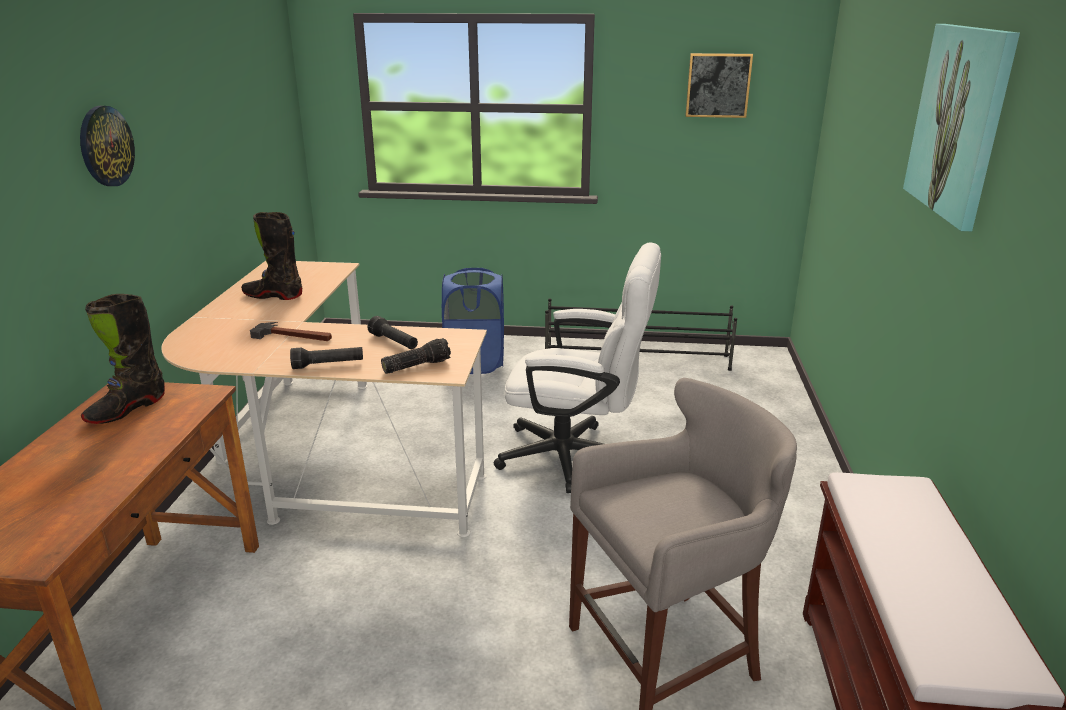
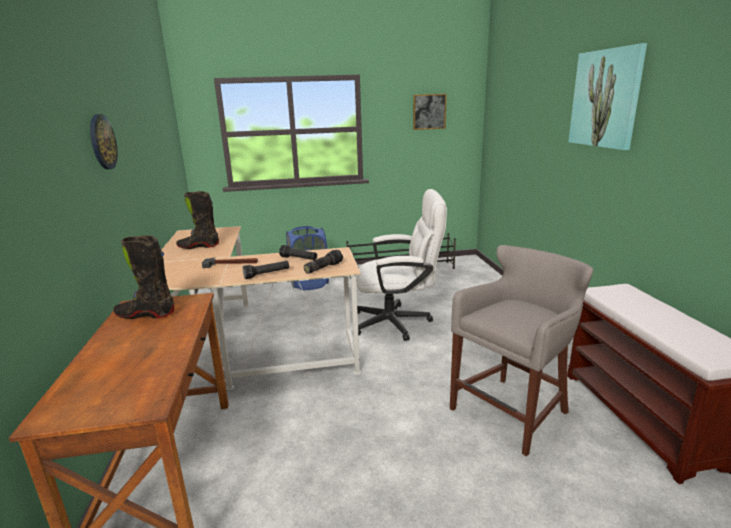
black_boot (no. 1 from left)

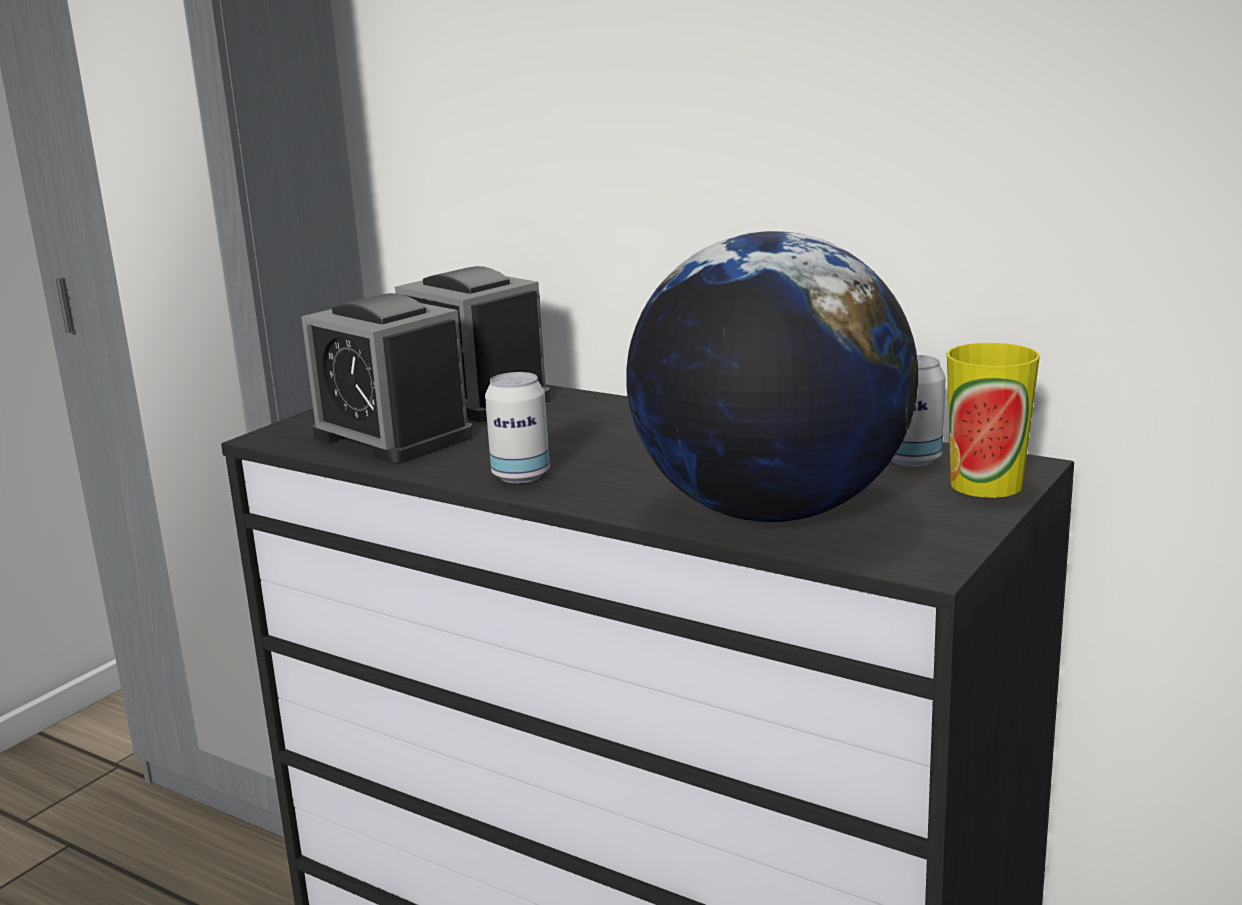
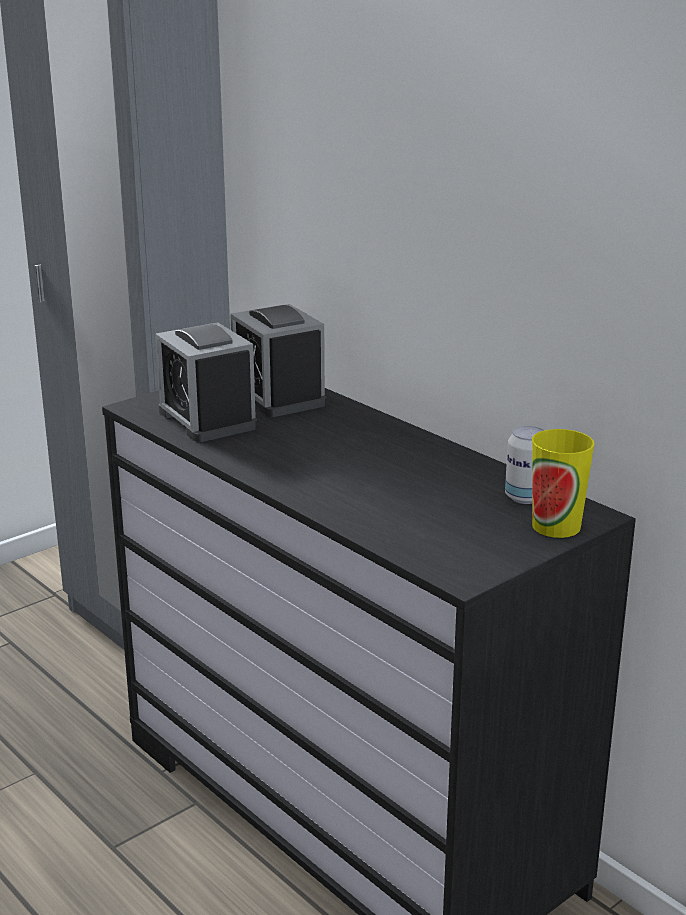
globe; can (no. 1 from left in the first image)

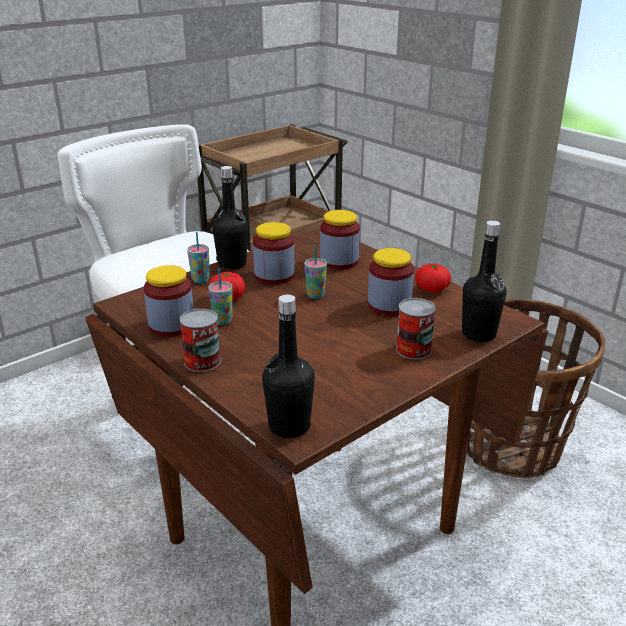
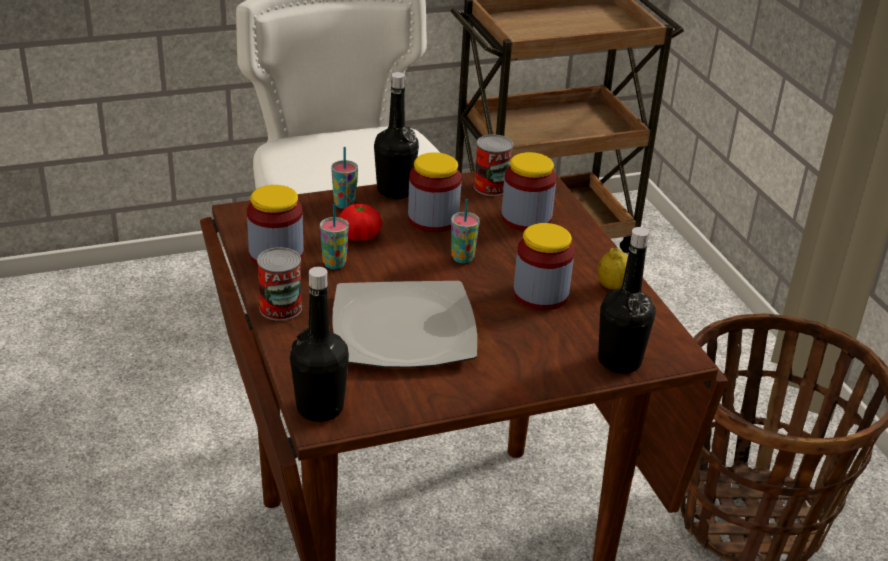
lemon; can (no. 2 from left); plate

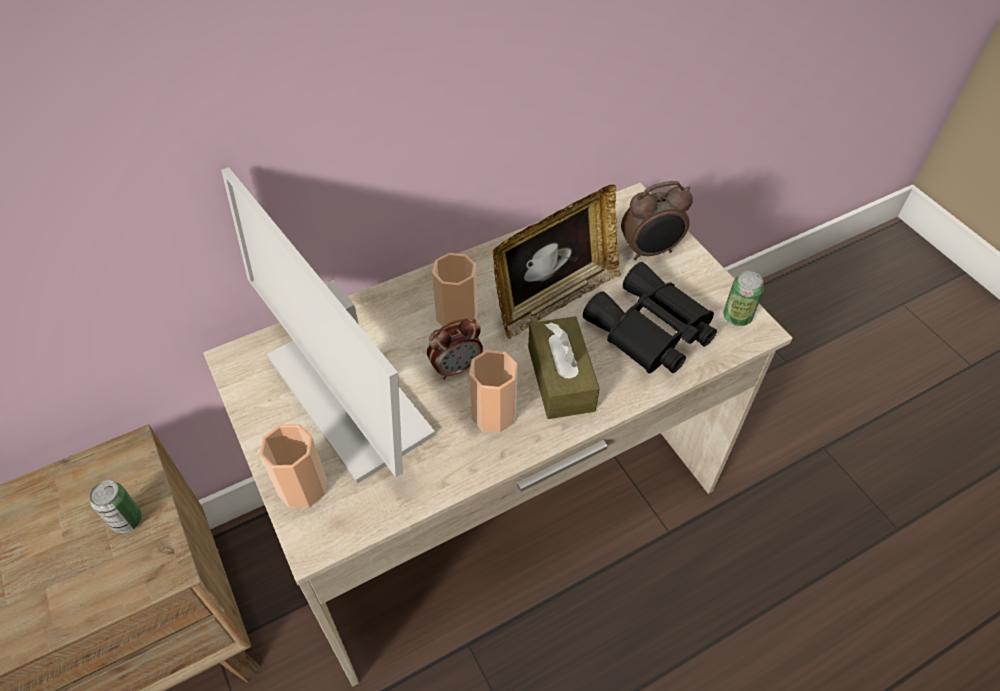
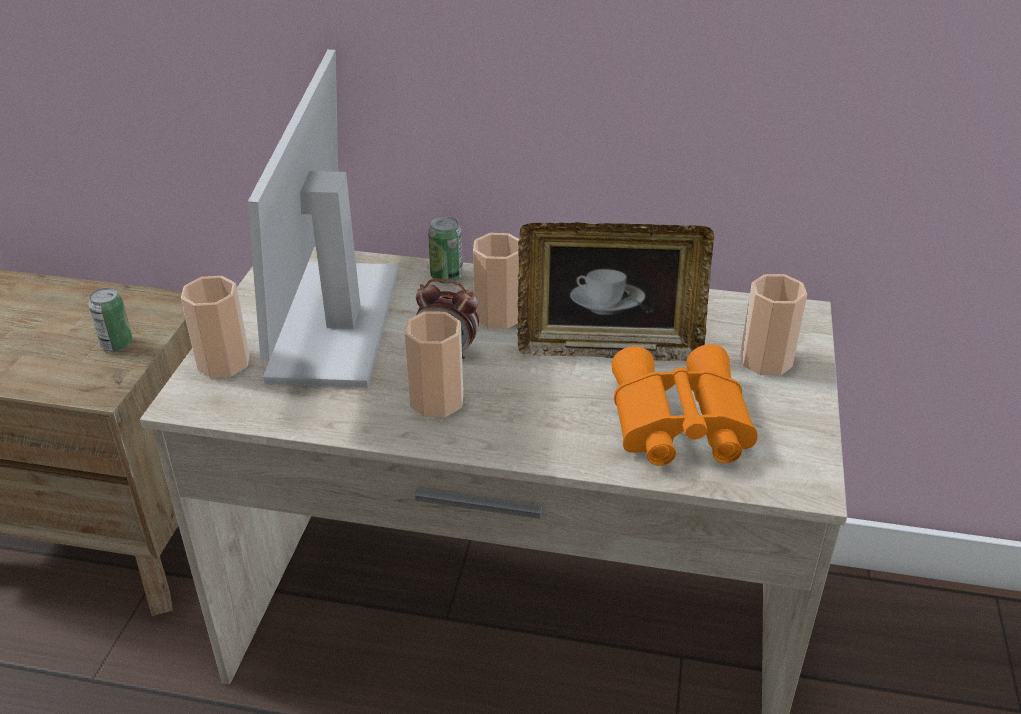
cup (no. 4 from left); orange_binoculars; can (no. 2 from left); brown_tissue_box

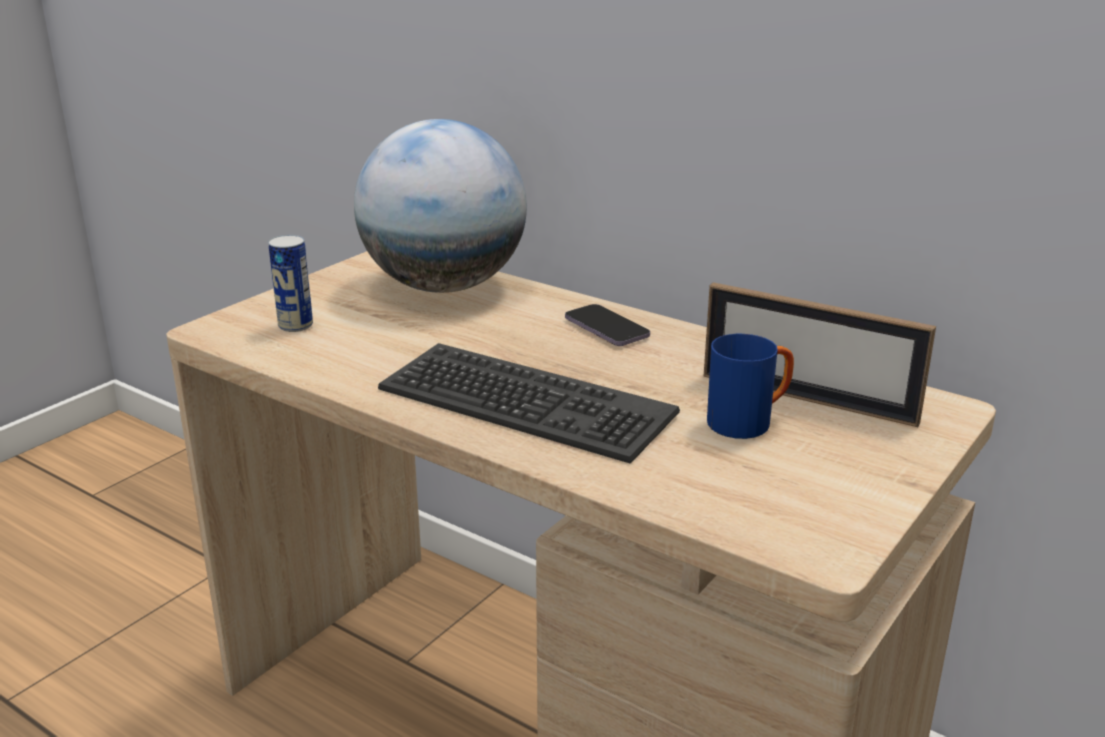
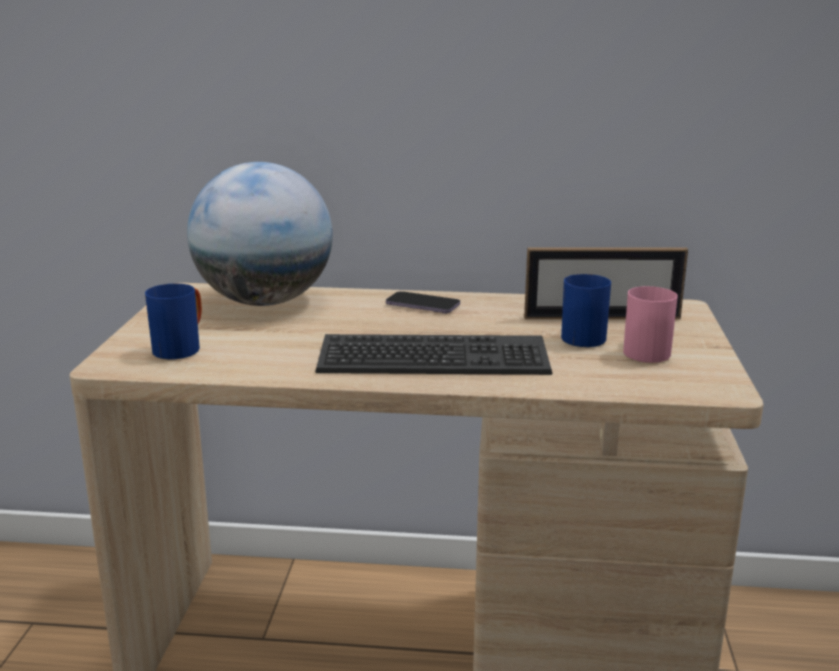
blue_mug (no. 1 from left); pink_mug

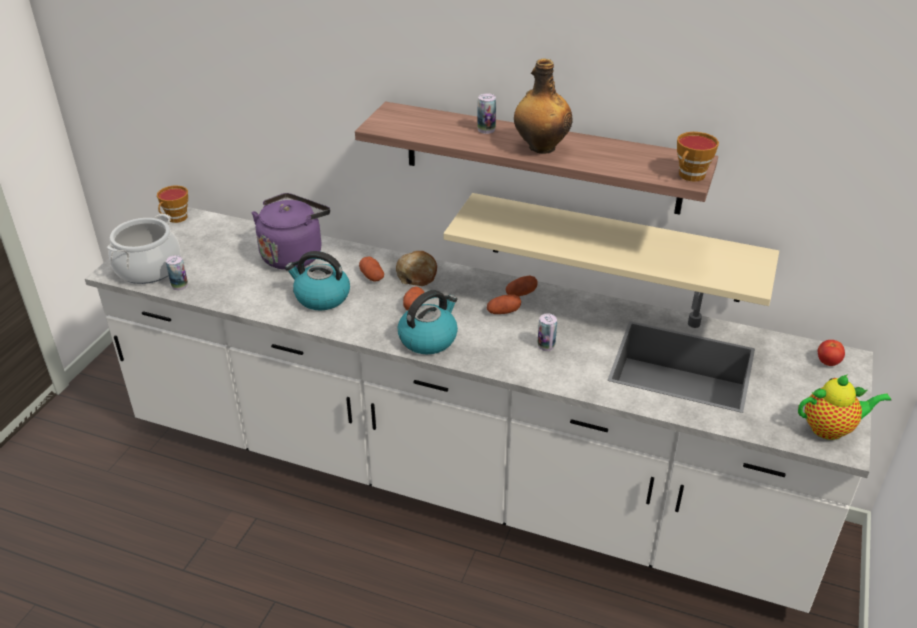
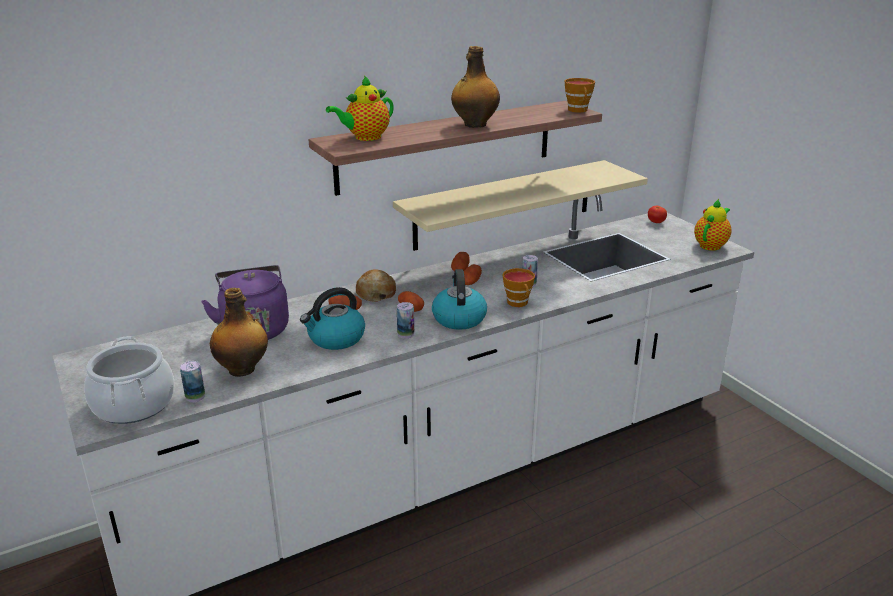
can (no. 2 from left); cup (no. 1 from left); teapot (no. 1 from left); bottle (no. 1 from left)

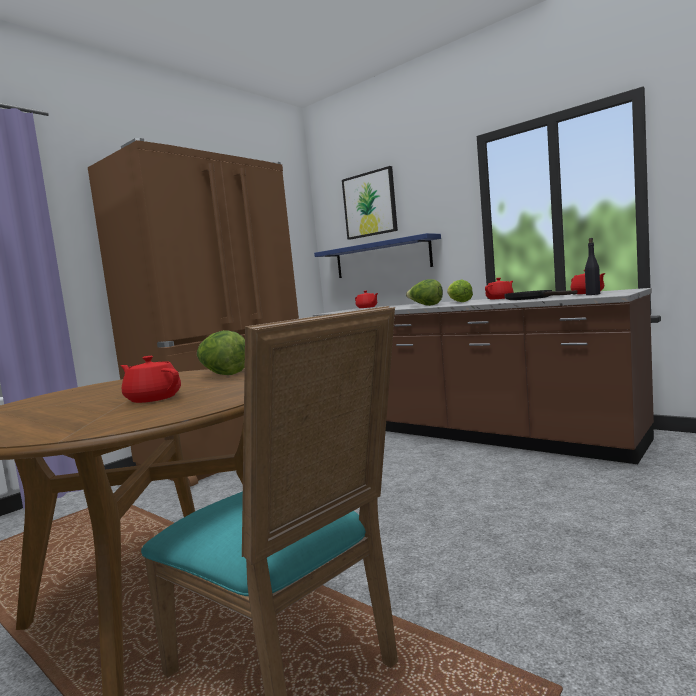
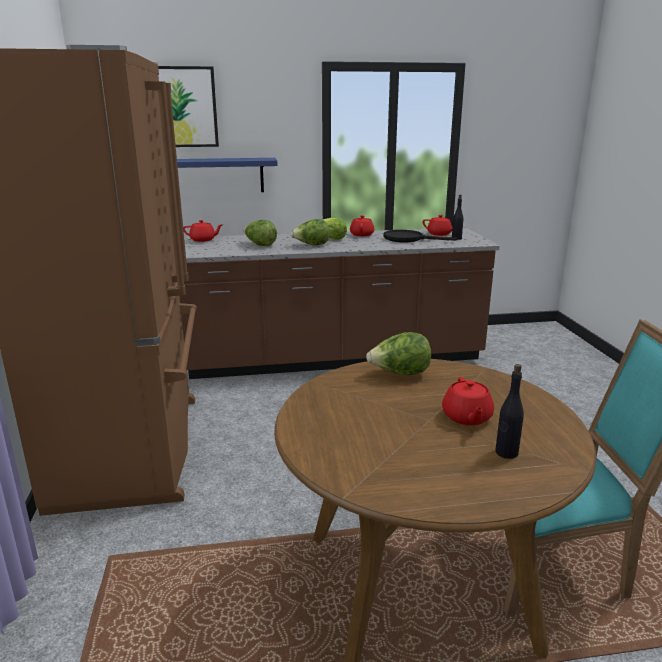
red_teapot (no. 4 from left); lettuce (no. 1 from left); black_bottle (no. 2 from left)

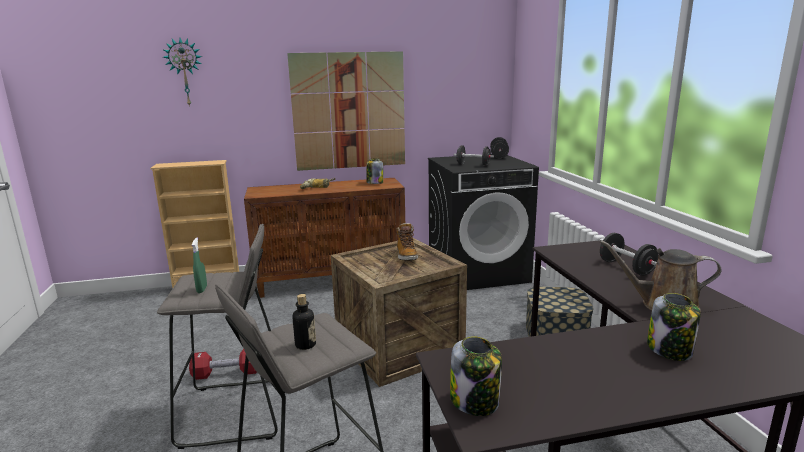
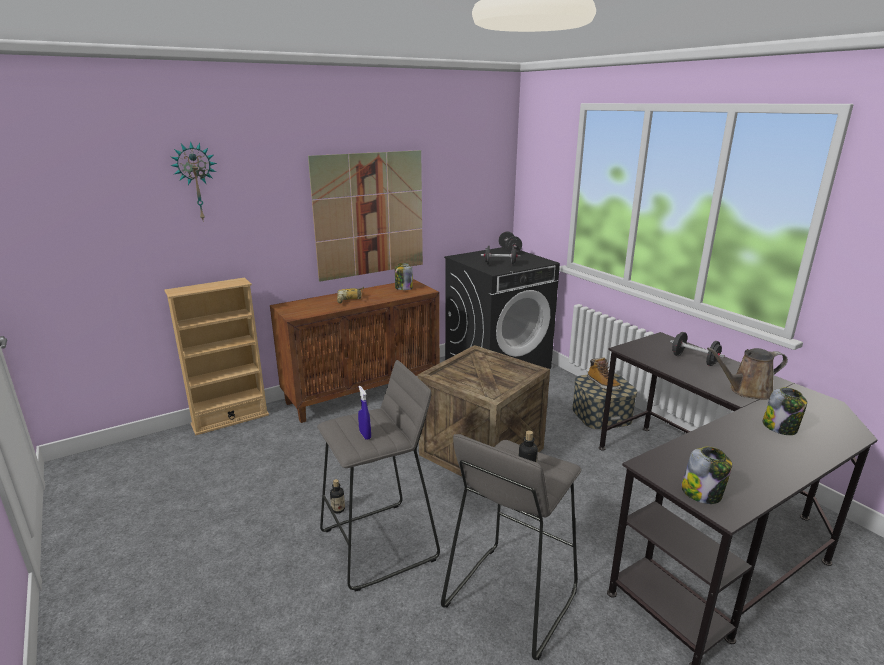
boot; blue_spray_bottle; bottle (no. 1 from left)

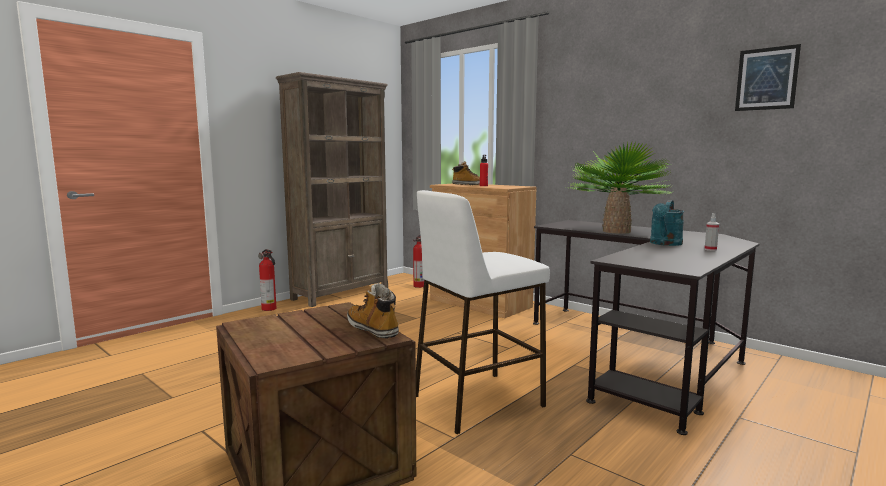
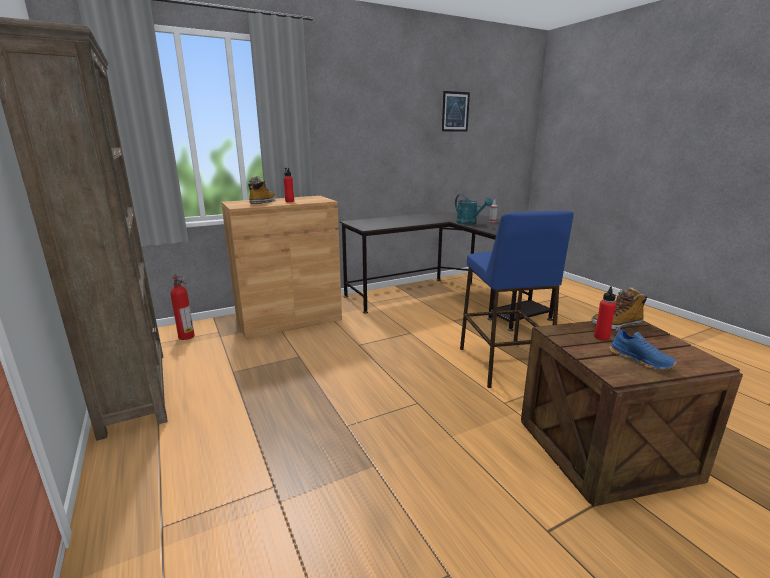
potted_plant; blue_stool; fire_extinguisher (no. 1 from left in the first image); red_bottle (no. 2 from left); blue_shoe

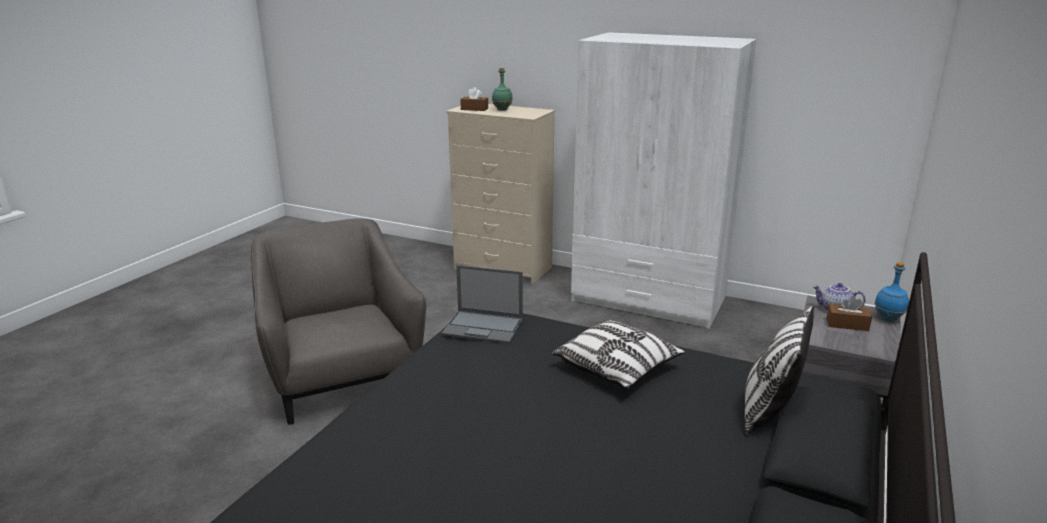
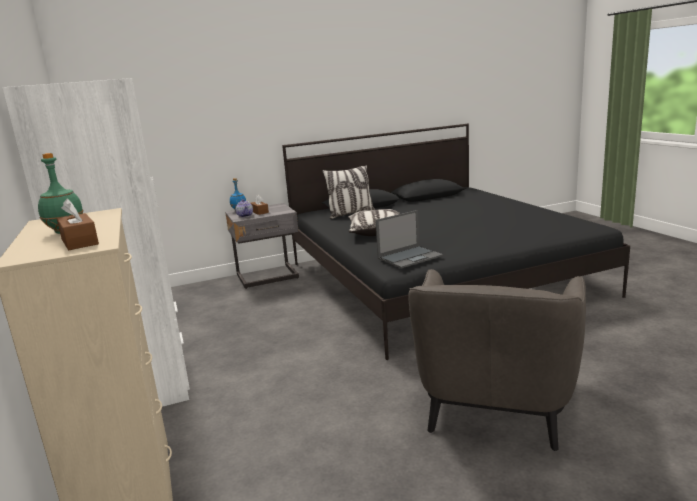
laptop

